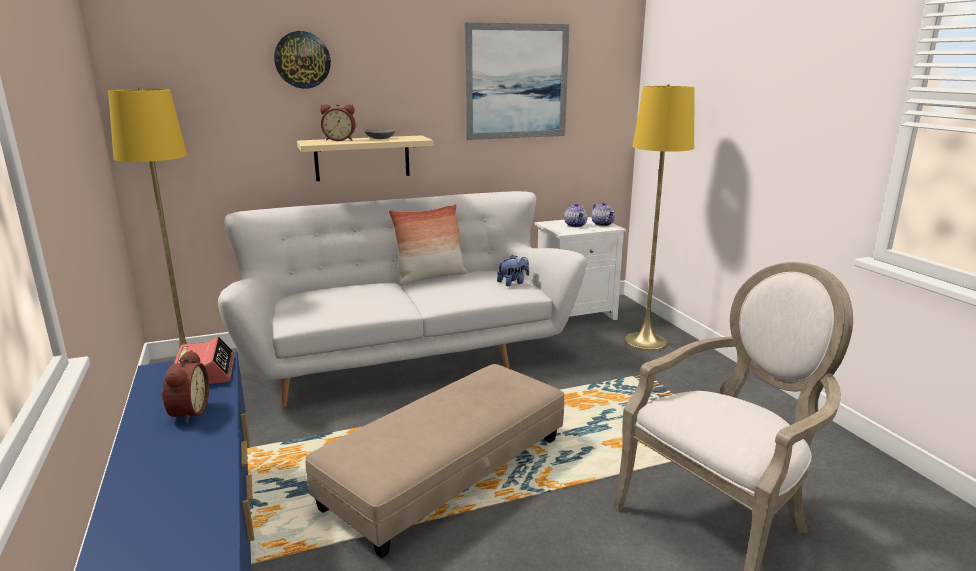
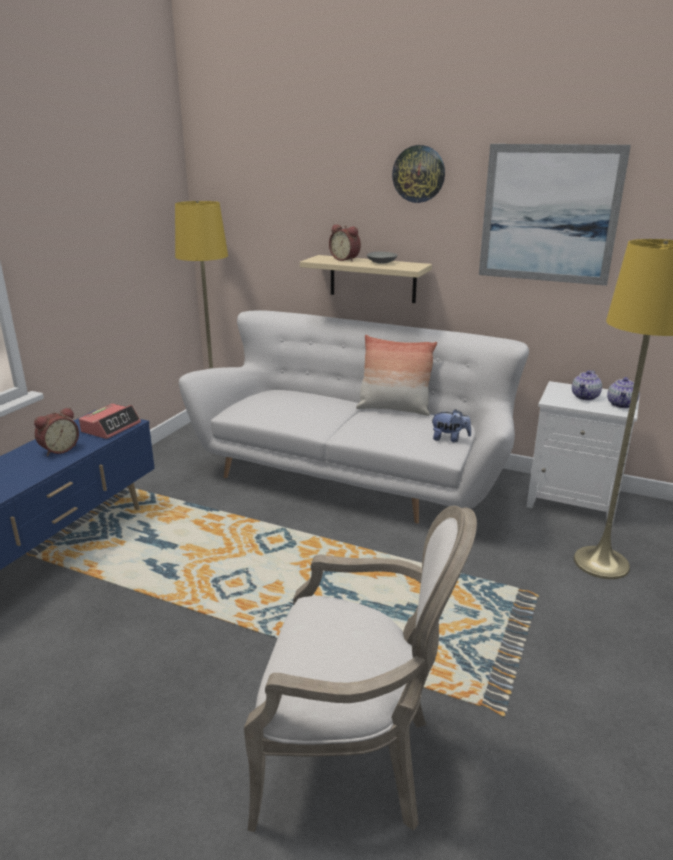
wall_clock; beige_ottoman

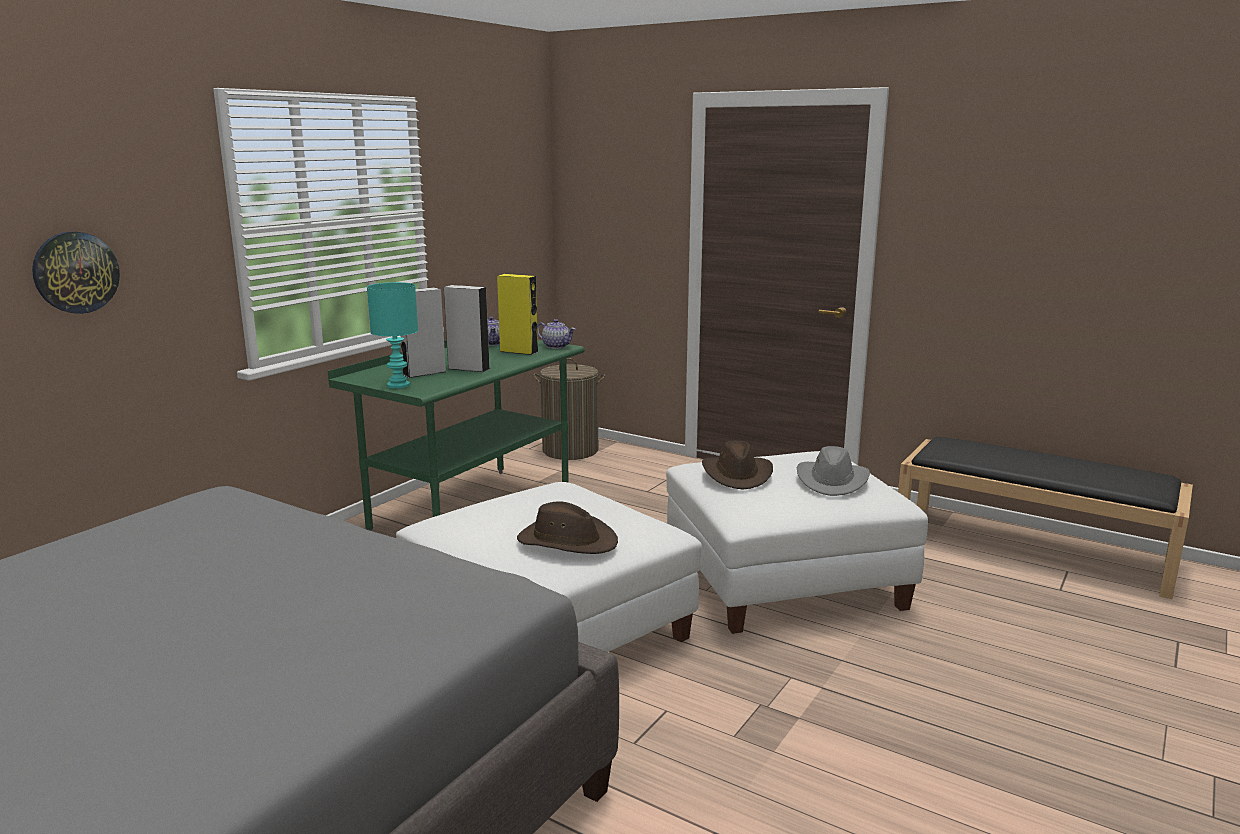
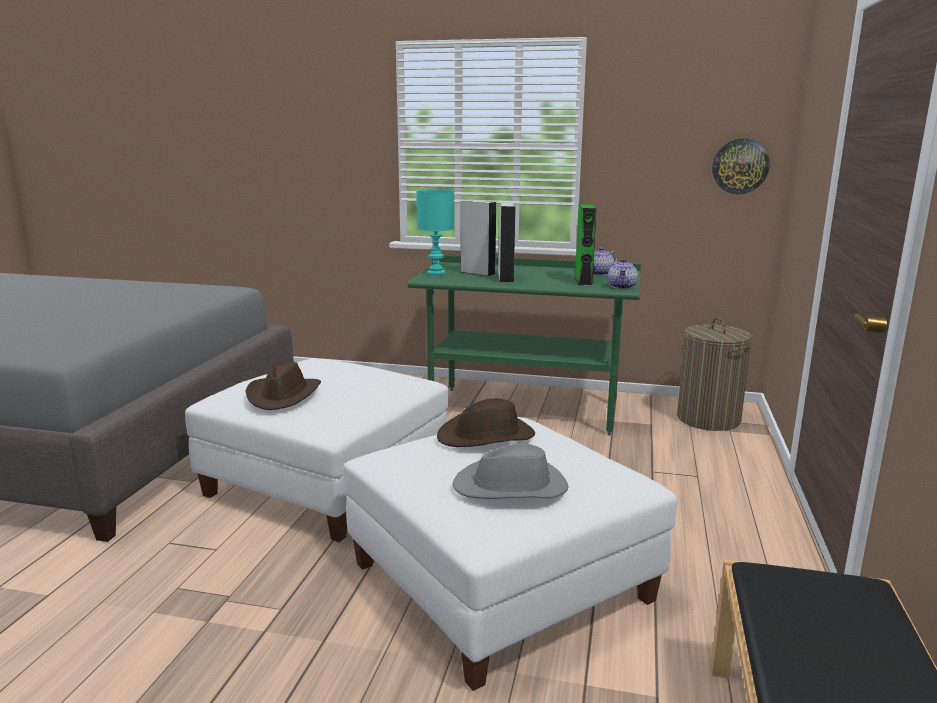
wall_clock; green_speaker

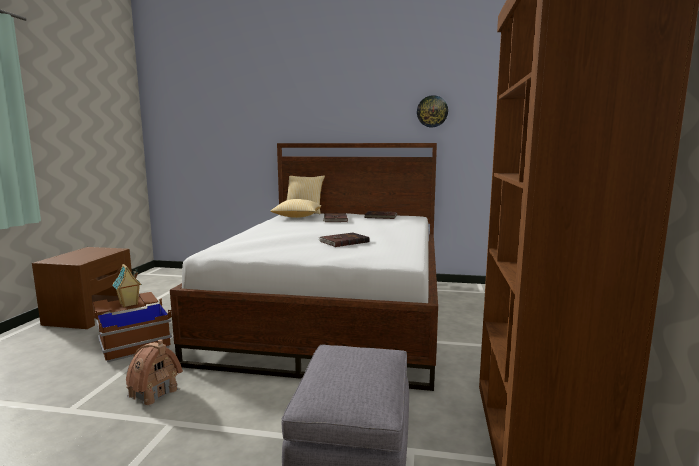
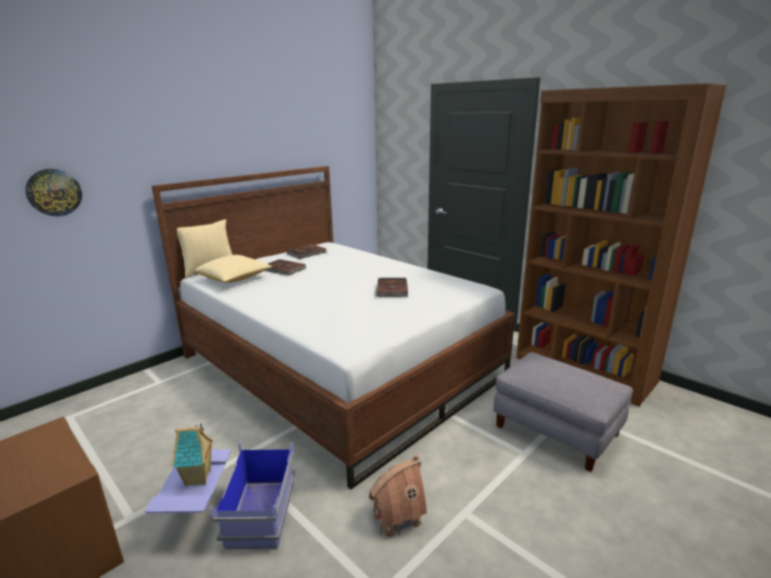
wall_clock; blue_storage_box

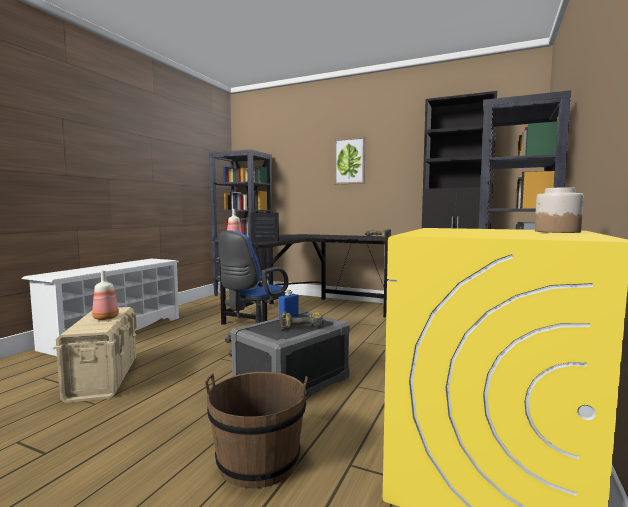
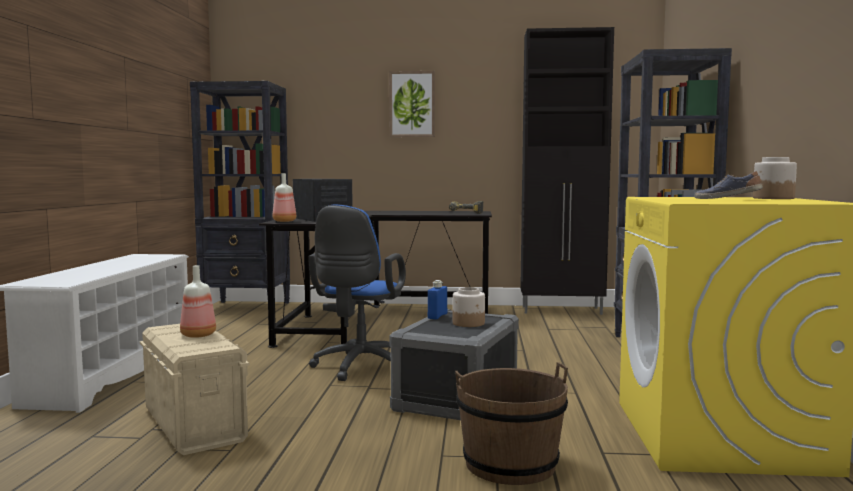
jar (no. 1 from left); shoe

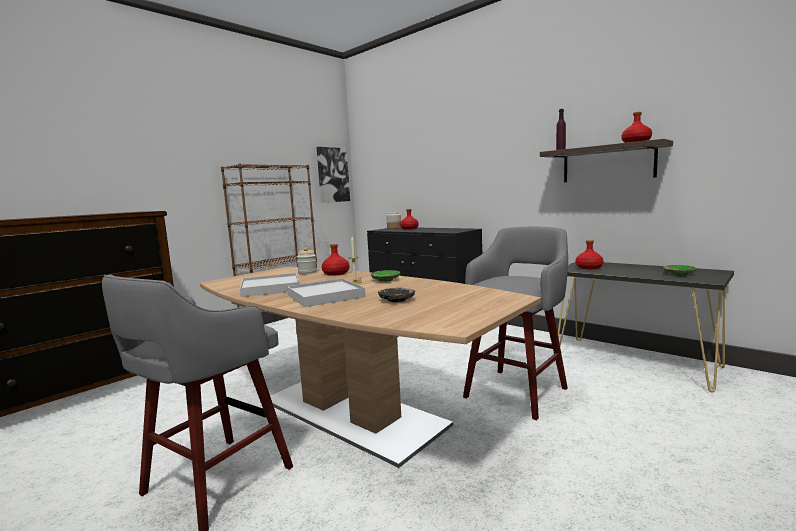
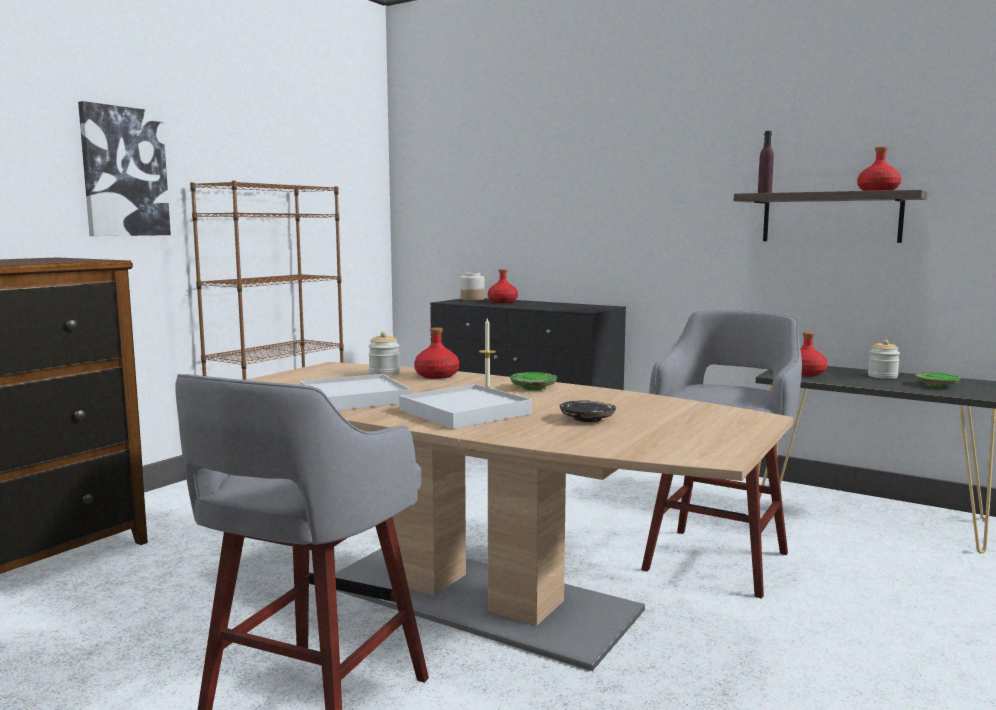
picture; jar (no. 3 from left)

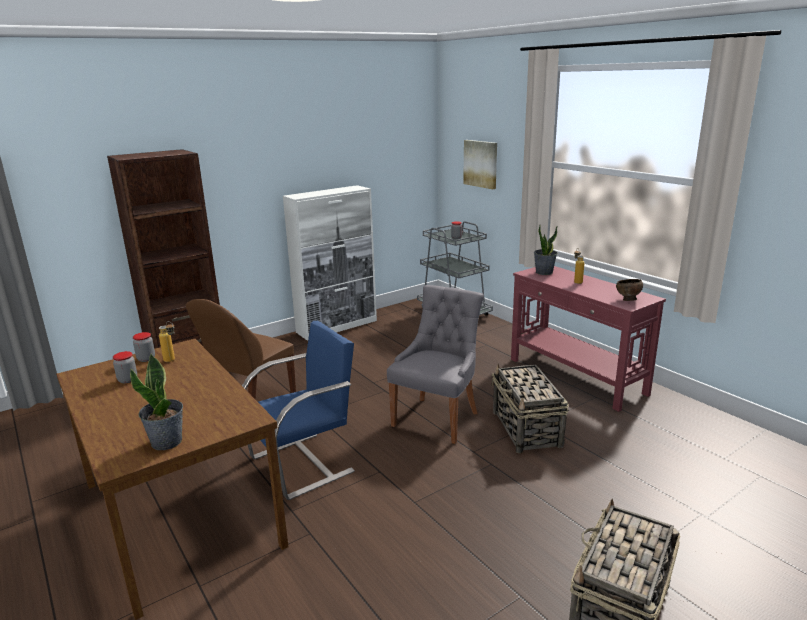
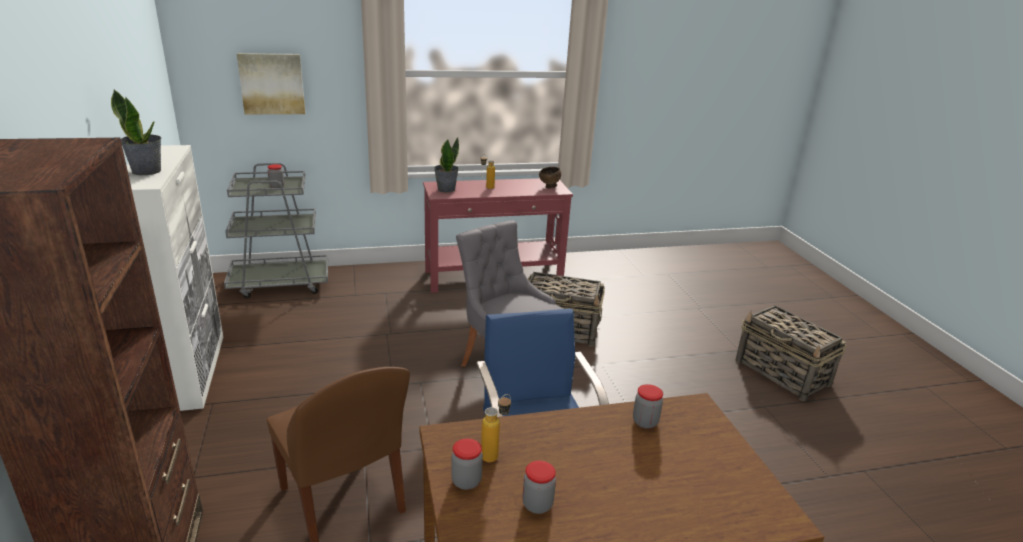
potted_plant (no. 1 from left); jar (no. 4 from left)

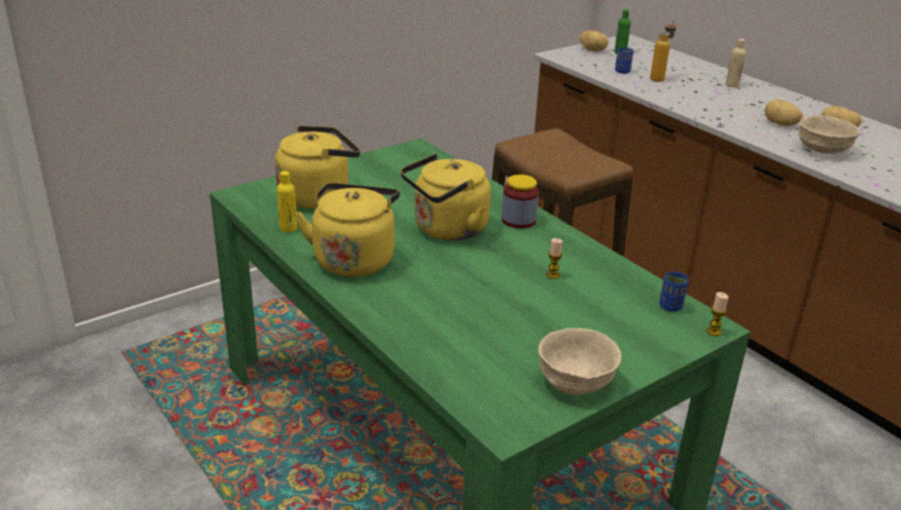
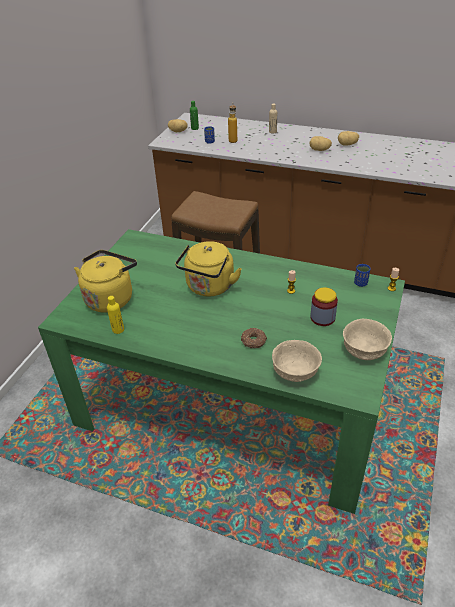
beige_bowl (no. 1 from left); jar; yellow_kettle (no. 2 from left in the first image); donut

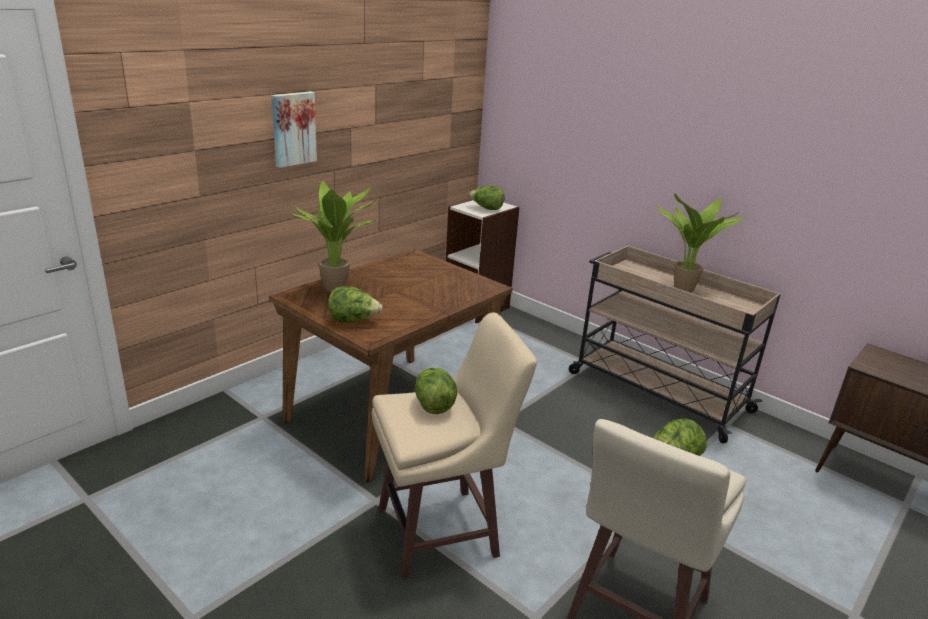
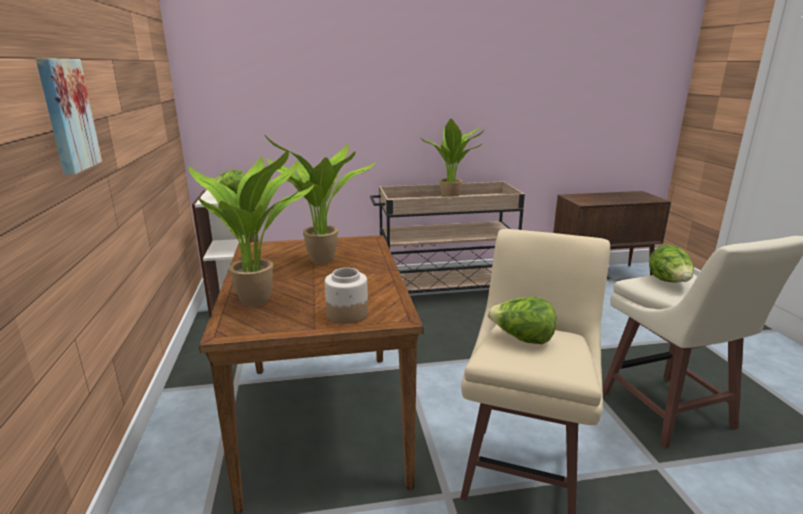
jar; potted_plant (no. 2 from left)

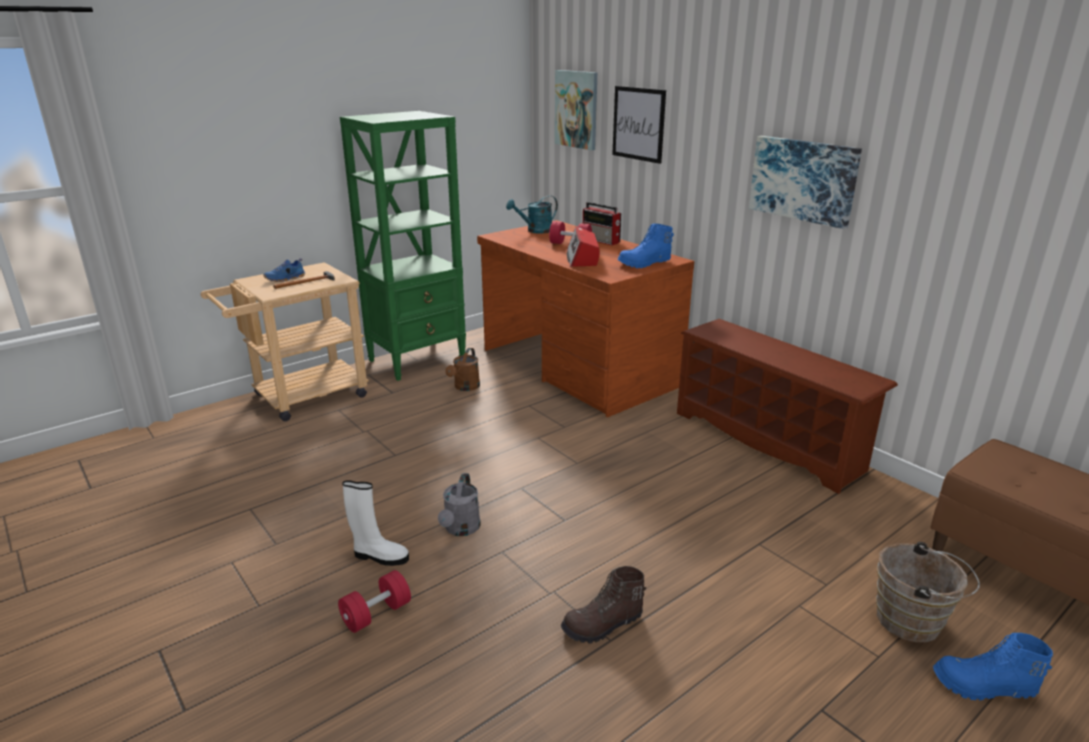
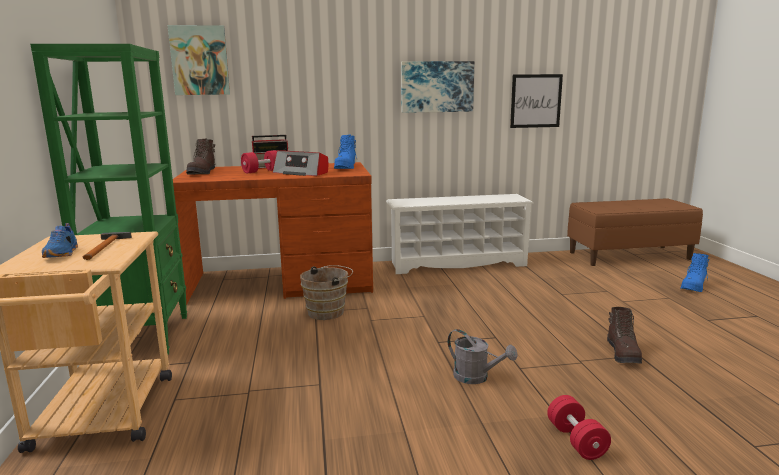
picture (no. 3 from left); brown_boot (no. 1 from left); white_shoe_rack; brown_watering_can; white_boot; brown_bucket

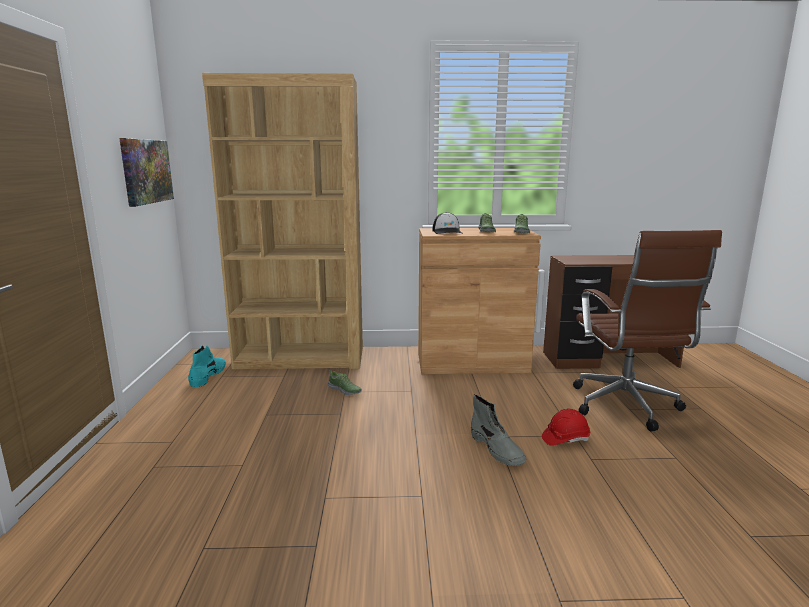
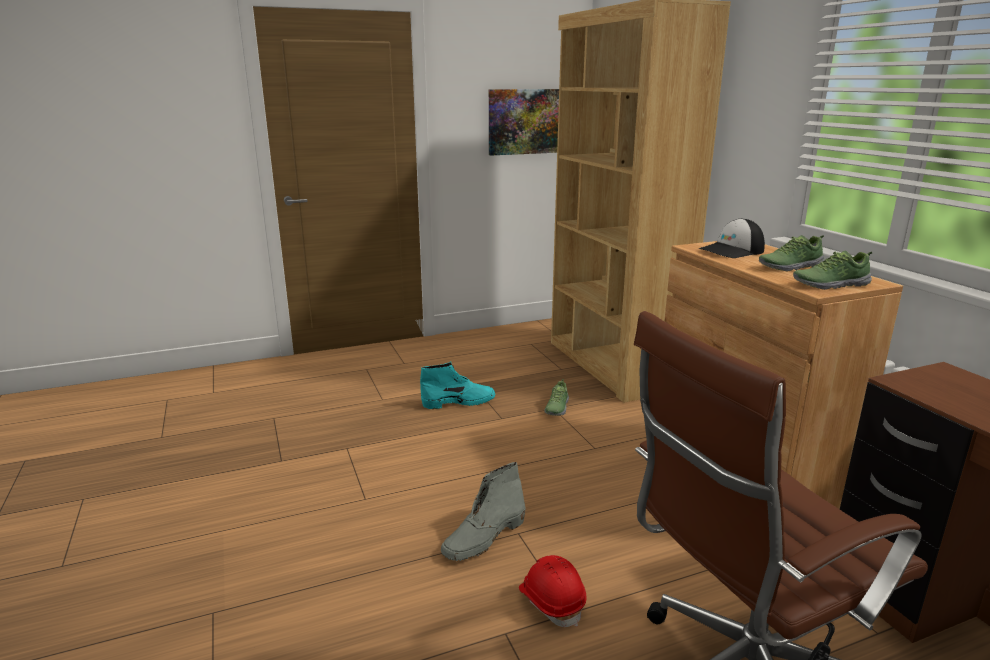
turquoise_boot

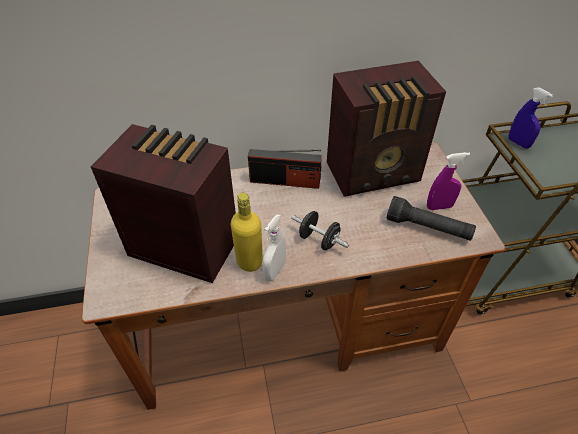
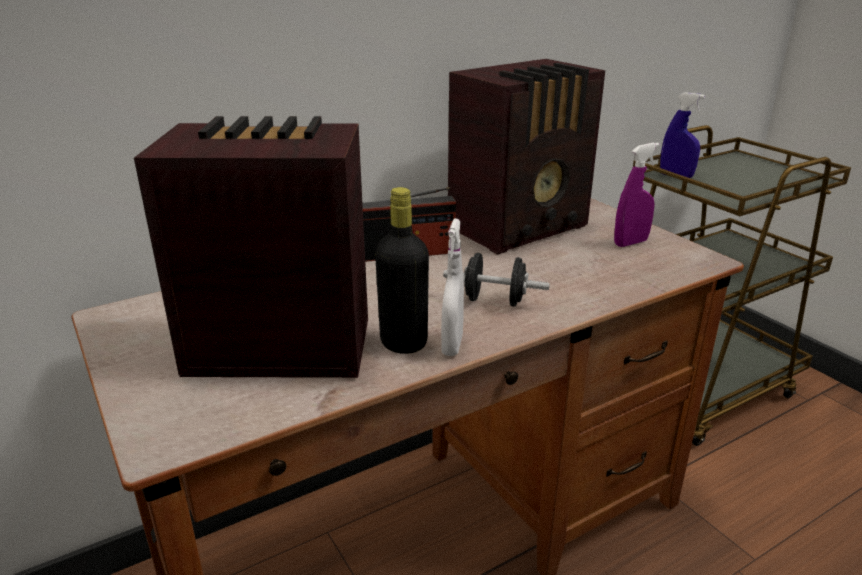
black_bottle; black_flashlight

